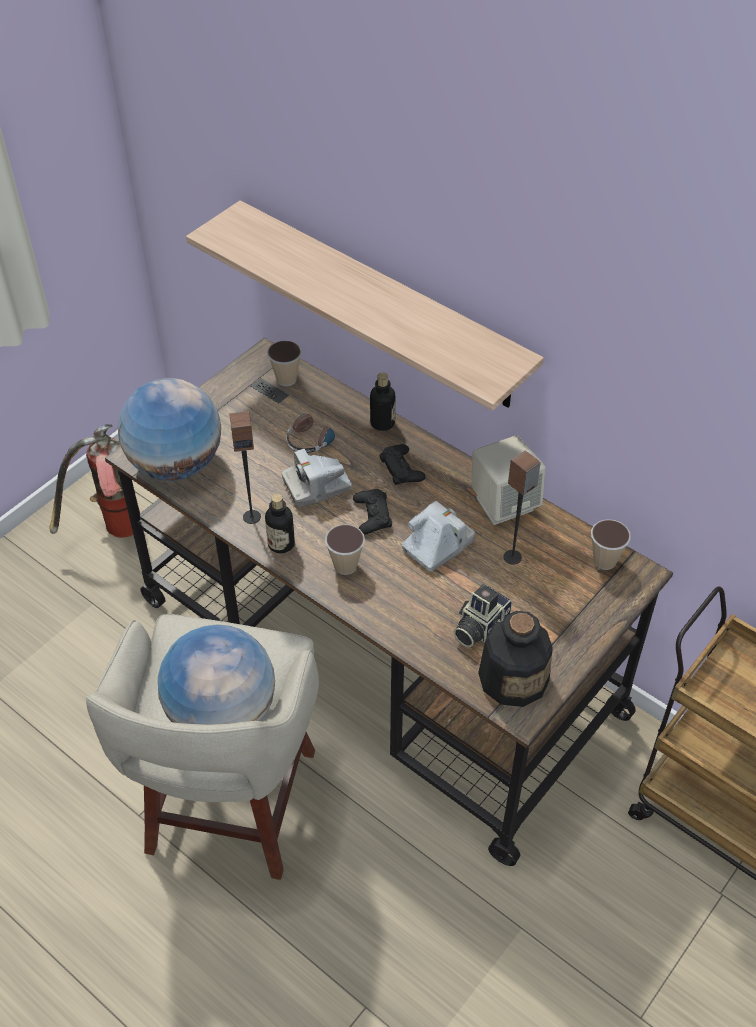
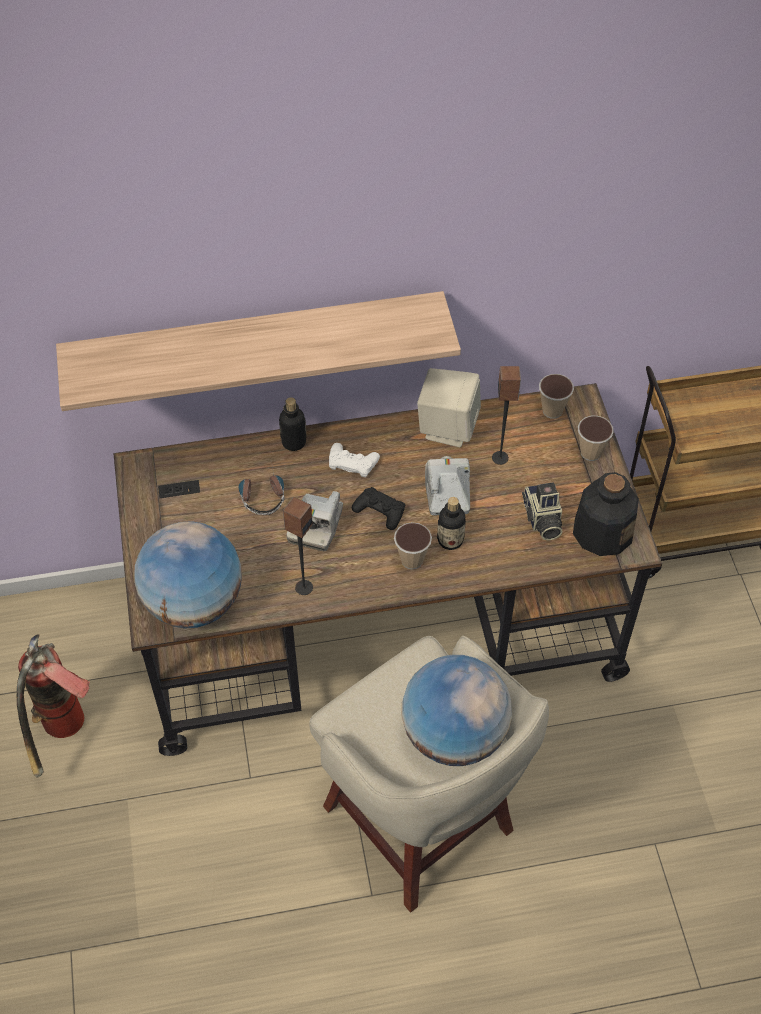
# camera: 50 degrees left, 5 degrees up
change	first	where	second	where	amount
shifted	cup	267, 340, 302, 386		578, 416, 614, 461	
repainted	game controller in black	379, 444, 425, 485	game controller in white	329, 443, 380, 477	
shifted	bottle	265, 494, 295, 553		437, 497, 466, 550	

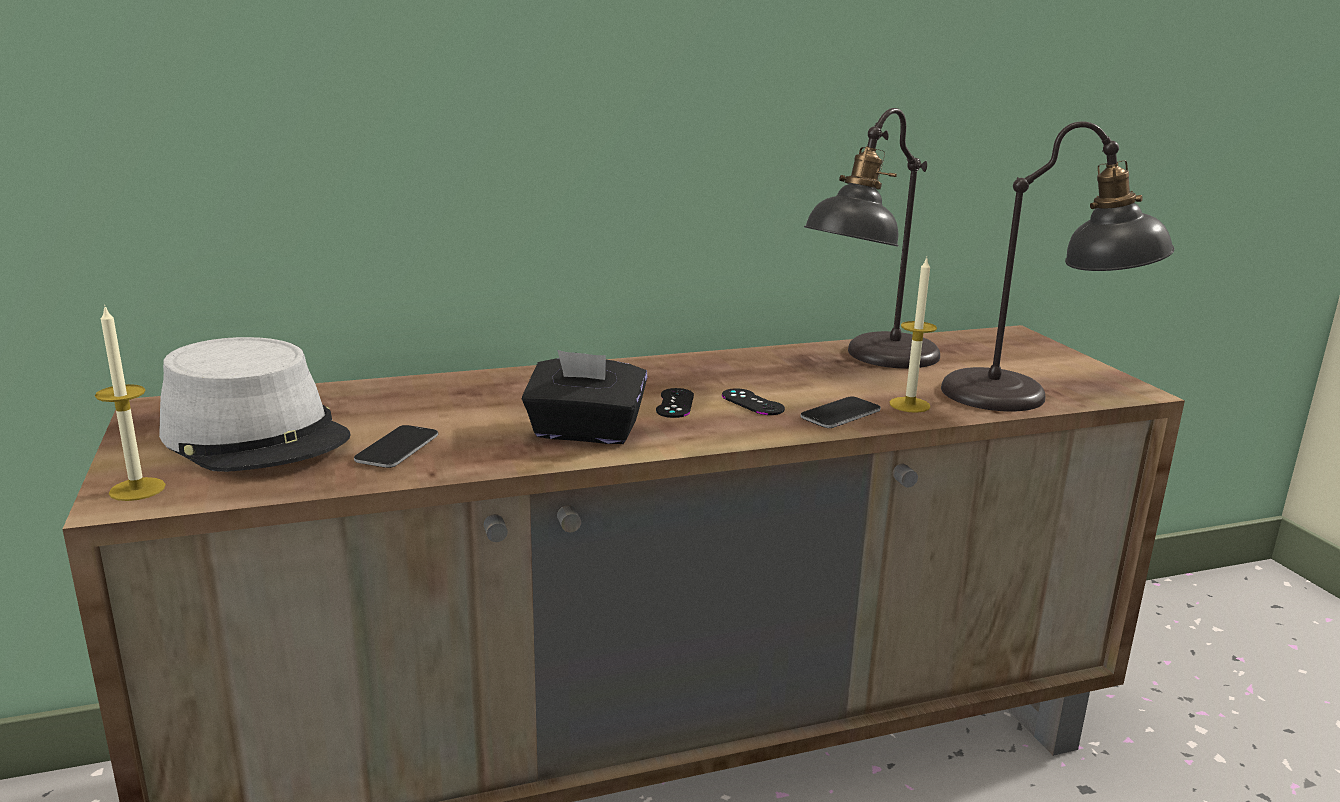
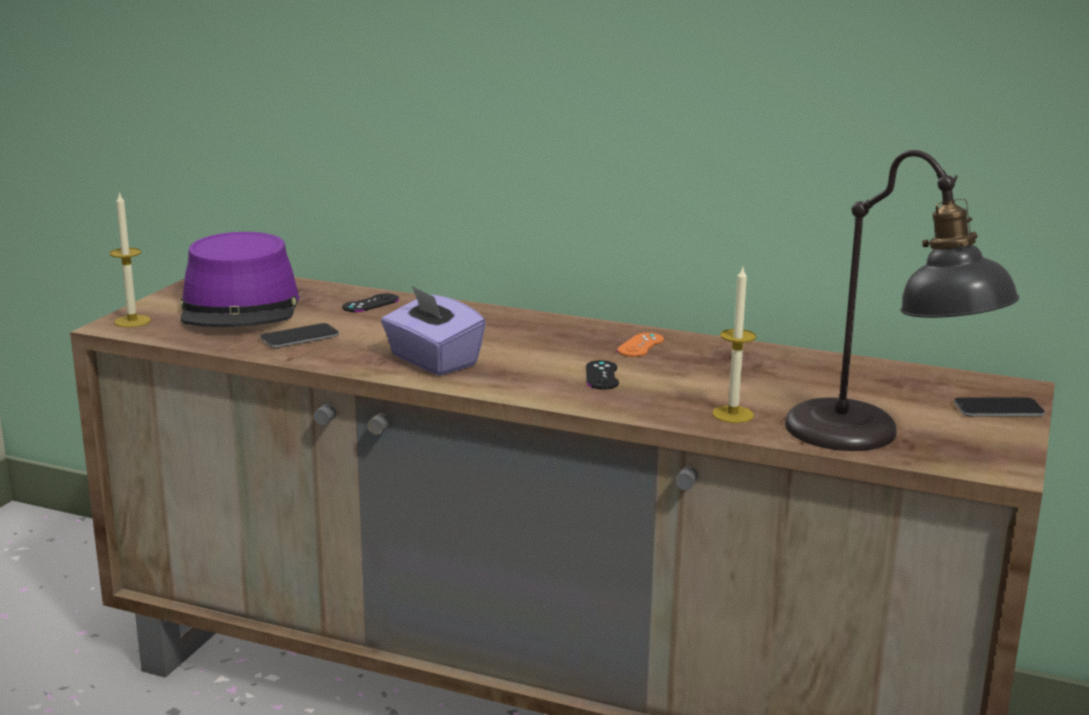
# camera: 40 degrees right, 0 degrees up
change	first	where	second	where	amount
gone	table lamp in grey	804, 108, 940, 368			
repainted	hat in grey	159, 337, 351, 472	hat in purple	180, 232, 300, 327	
repainted	tissue box in black	522, 350, 648, 444	tissue box in purple	381, 286, 486, 376	
shifted	game controller in black	656, 388, 694, 418		342, 294, 399, 312	
shifted	phone	800, 396, 881, 428		954, 397, 1045, 417	
new			game controller in orange	617, 333, 664, 357	

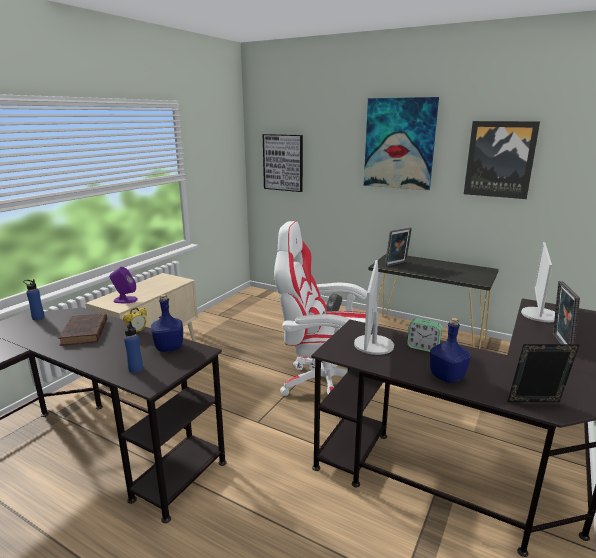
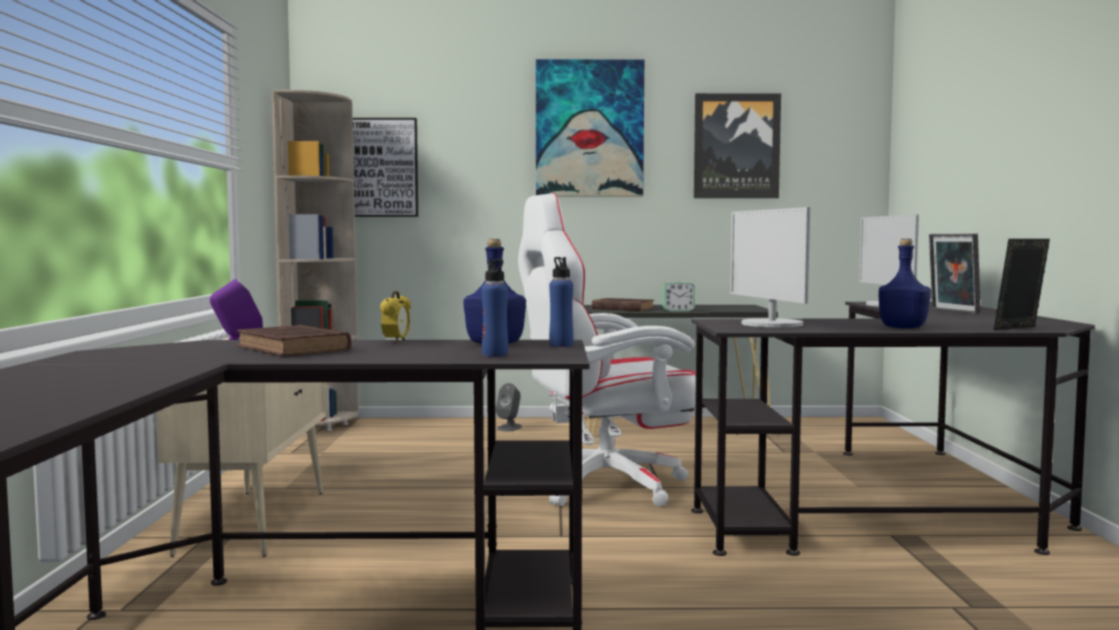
# camera: 30 degrees left, 15 degrees down
change	first	where	second	where	amount
swapped	picture frame	385, 227, 412, 267	book in brown	592, 298, 654, 311	
shifted	bottle in blue	24, 279, 45, 320		549, 257, 573, 347	
shifted	alarm clock	407, 318, 442, 352		663, 282, 695, 311	
new			bookcase in beige	272, 90, 359, 431	

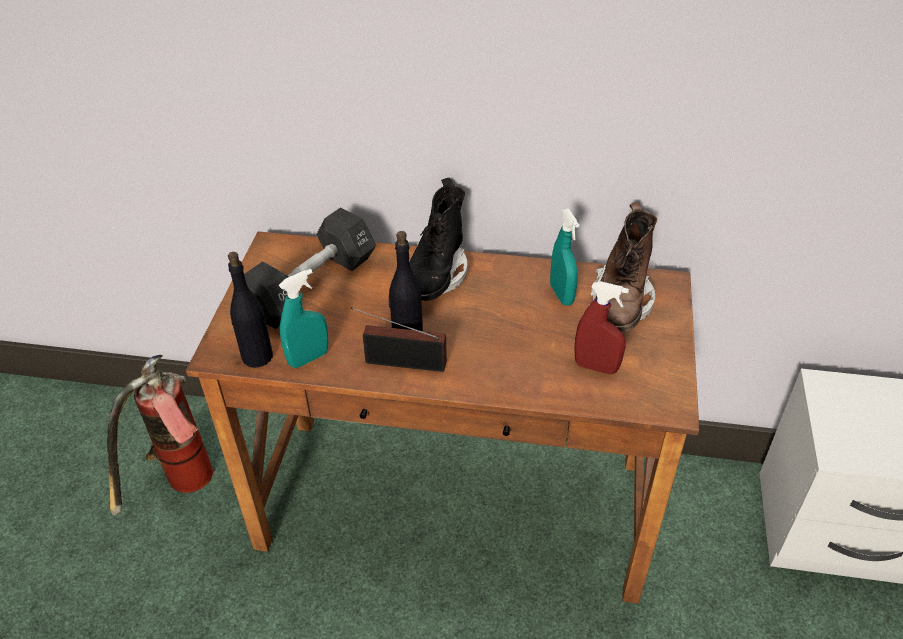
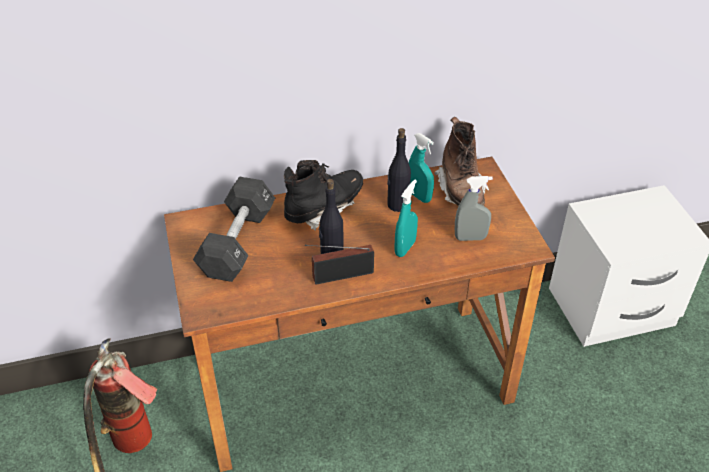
# camera: 25 degrees left, 0 degrees up
change	first	where	second	where	amount
rotated	boot in black	409, 178, 467, 301		284, 160, 363, 230	120 degrees counterclockwise
shifted	bottle in black	228, 252, 273, 368		387, 128, 411, 212	
shifted	spray bottle in turquoise	279, 269, 328, 368		394, 180, 418, 257	
repainted	spray bottle in red	574, 281, 629, 374	spray bottle in grey	455, 176, 493, 241	

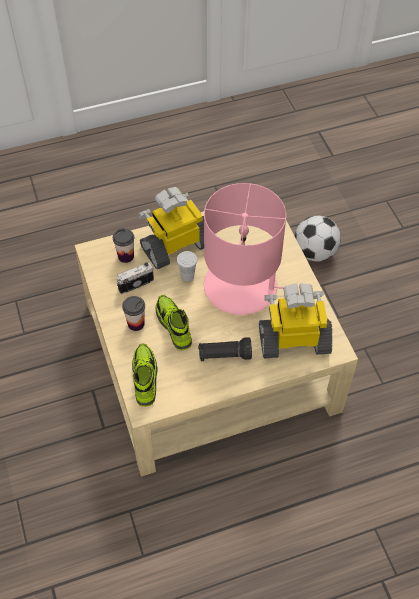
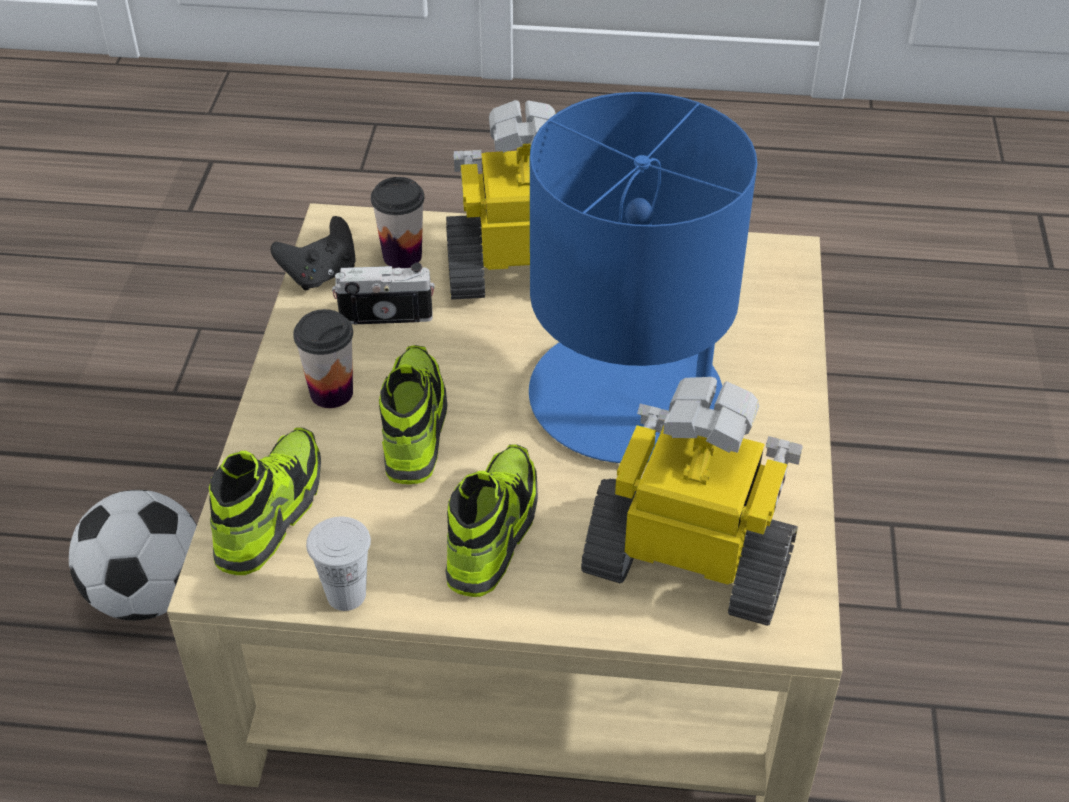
# camera: 25 degrees right, 10 degrees down
change	first	where	second	where	amount
repainted	table lamp in pink	204, 183, 286, 315	table lamp in blue	529, 92, 757, 463	
shifted	football	295, 215, 341, 261		69, 490, 197, 620	
shifted	cup in white	177, 251, 198, 282		306, 517, 371, 611	
swapped	flashlight in black	198, 337, 252, 361	shoe	445, 444, 538, 597	
new			game controller in black	271, 216, 356, 290	

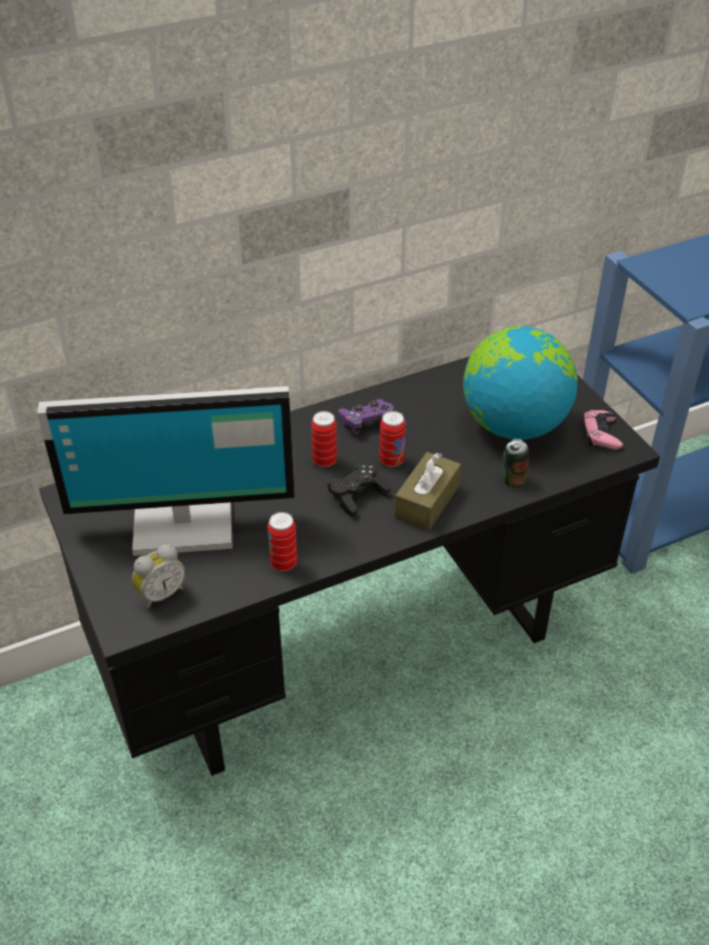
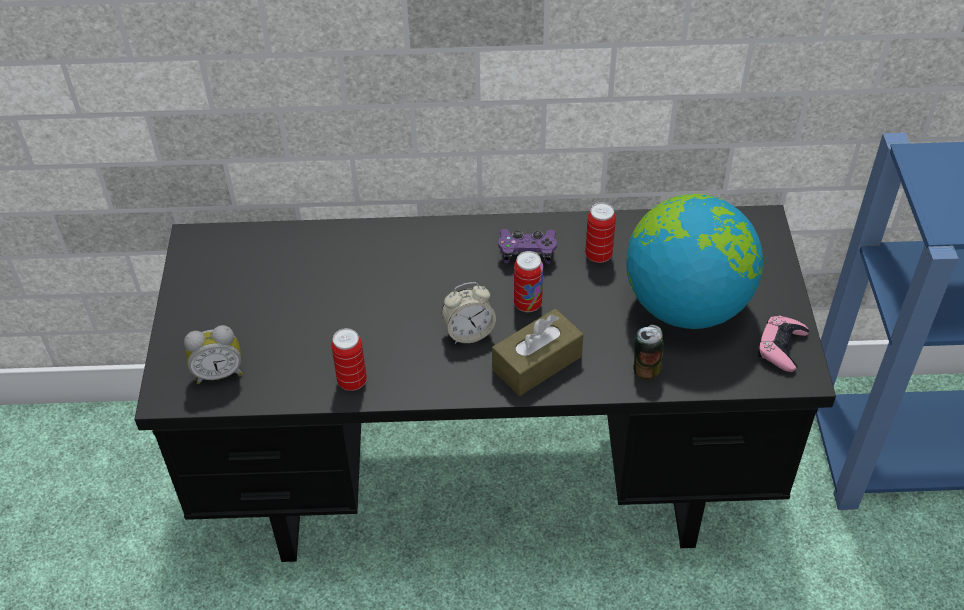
# camera: 25 degrees right, 5 degrees up
change	first	where	second	where	amount
gone	monitor	37, 386, 295, 556			
shifted	can	311, 411, 337, 467		585, 203, 616, 263	
swapped	game controller in black	327, 462, 391, 516	alarm clock	441, 282, 496, 344	

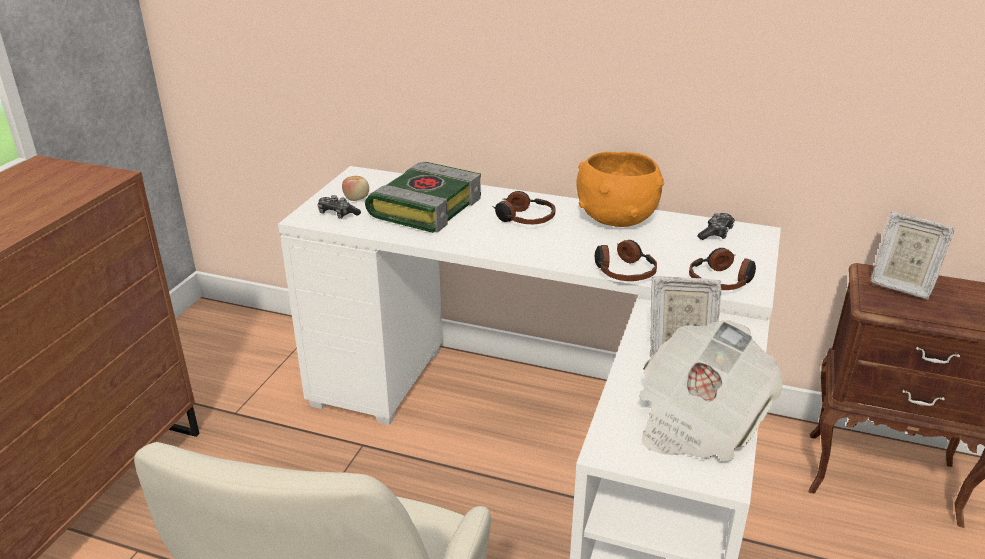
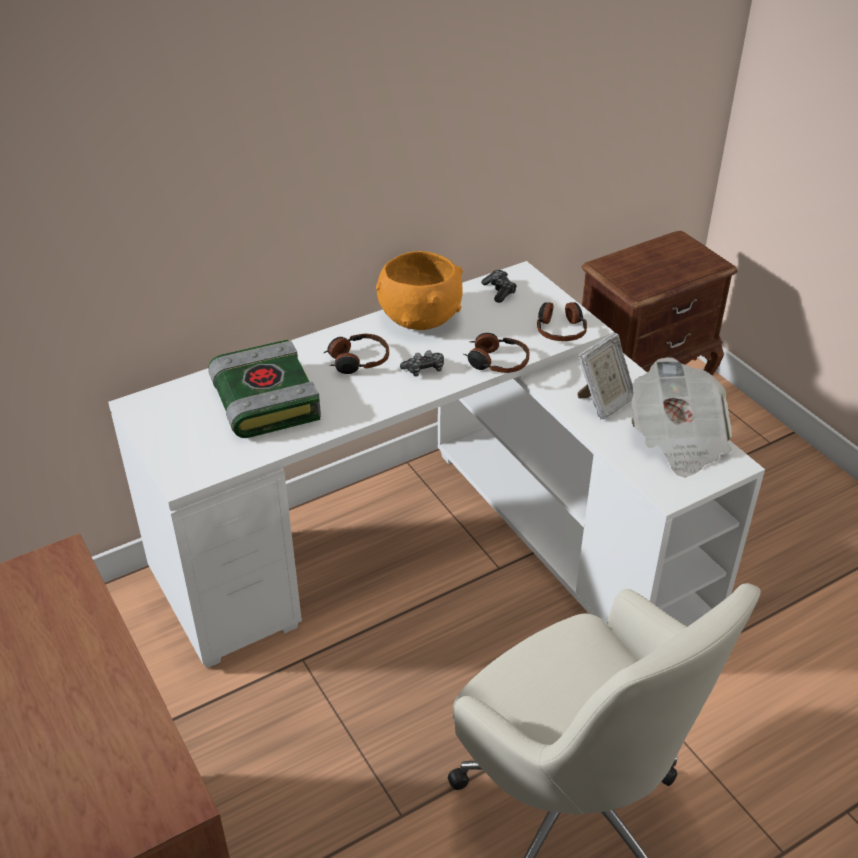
# camera: 50 degrees left, 10 degrees up
change	first	where	second	where	amount
gone	apple	342, 176, 369, 201			
shifted	game controller	318, 195, 361, 219		400, 350, 444, 377	
gone	picture frame	871, 211, 954, 300			

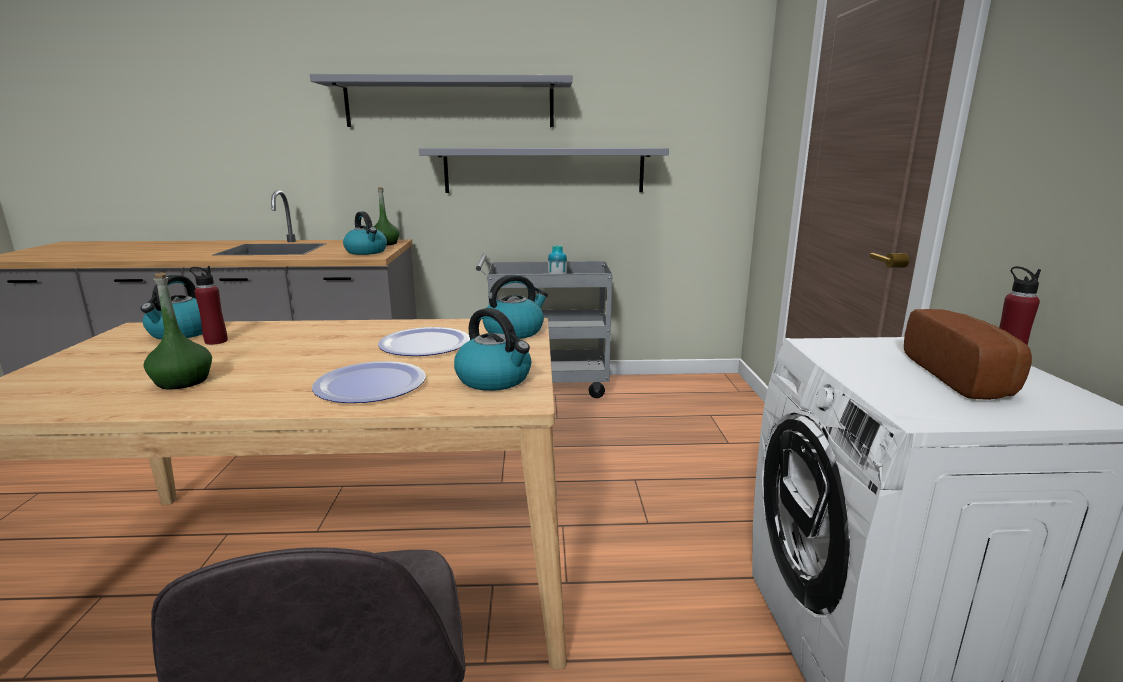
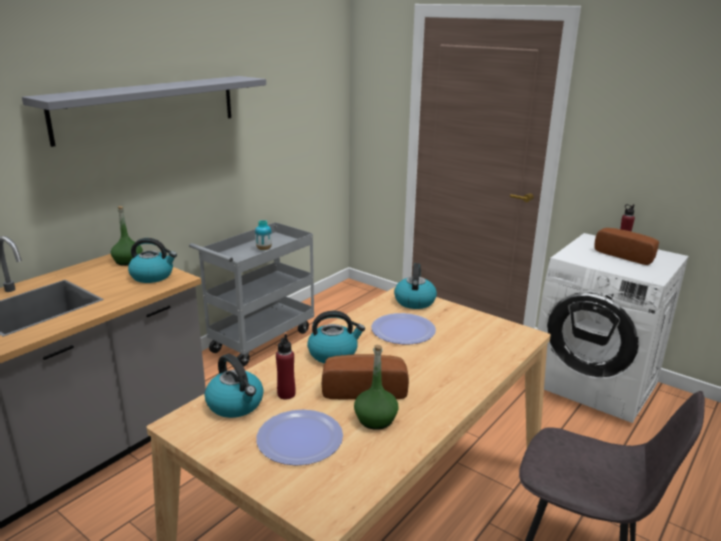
# camera: 50 degrees left, 5 degrees up
change	first	where	second	where	amount
gone	shelf in grey	419, 148, 669, 193			
shifted	kettle	454, 308, 531, 391		307, 311, 365, 363	
shifted	plate	312, 361, 426, 403		256, 409, 343, 466	
new			bread	322, 354, 409, 399	

